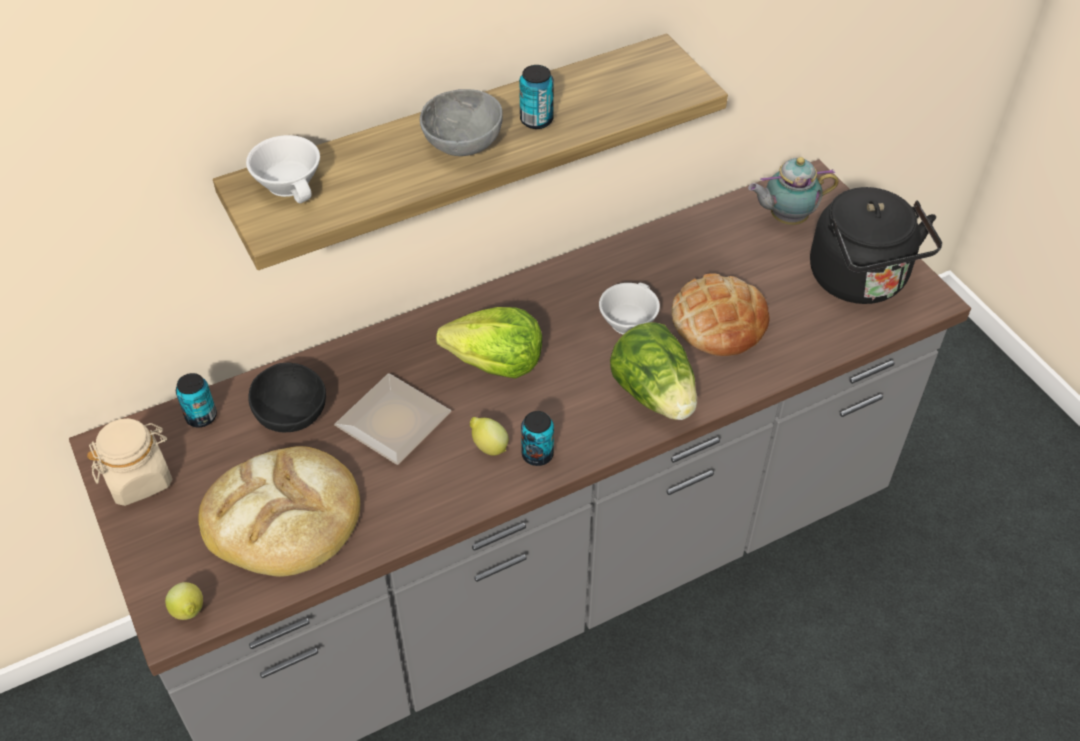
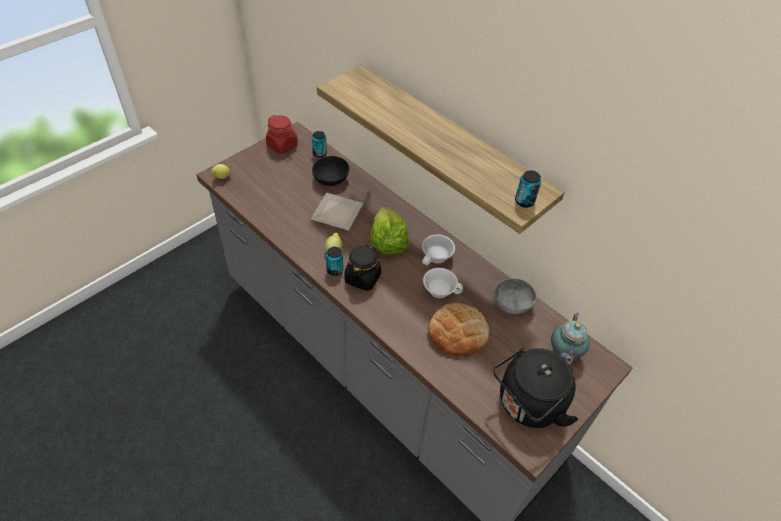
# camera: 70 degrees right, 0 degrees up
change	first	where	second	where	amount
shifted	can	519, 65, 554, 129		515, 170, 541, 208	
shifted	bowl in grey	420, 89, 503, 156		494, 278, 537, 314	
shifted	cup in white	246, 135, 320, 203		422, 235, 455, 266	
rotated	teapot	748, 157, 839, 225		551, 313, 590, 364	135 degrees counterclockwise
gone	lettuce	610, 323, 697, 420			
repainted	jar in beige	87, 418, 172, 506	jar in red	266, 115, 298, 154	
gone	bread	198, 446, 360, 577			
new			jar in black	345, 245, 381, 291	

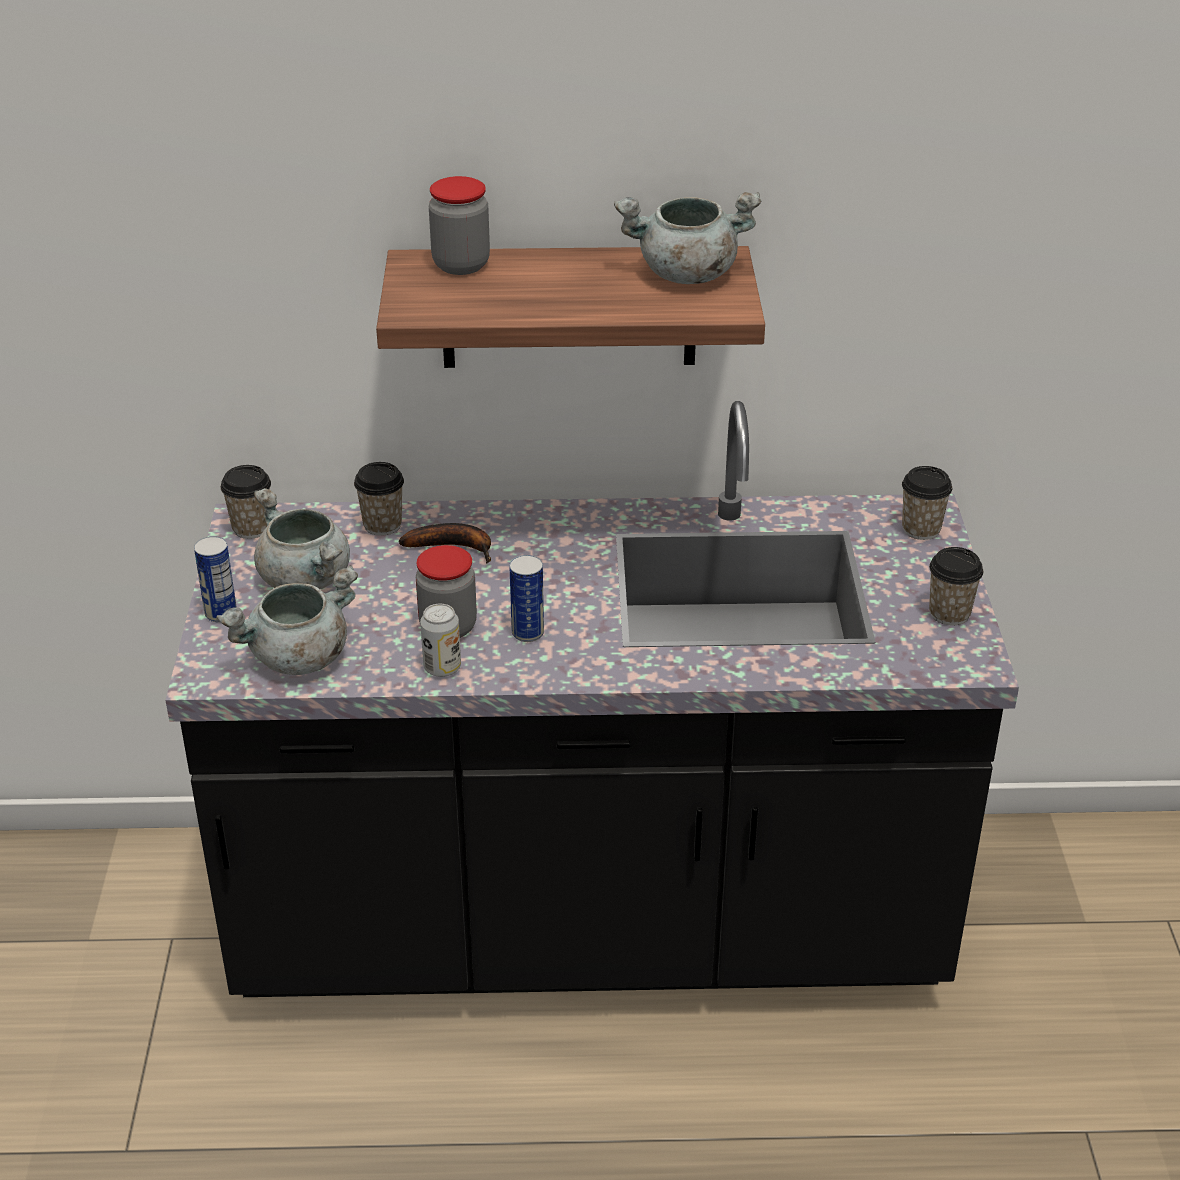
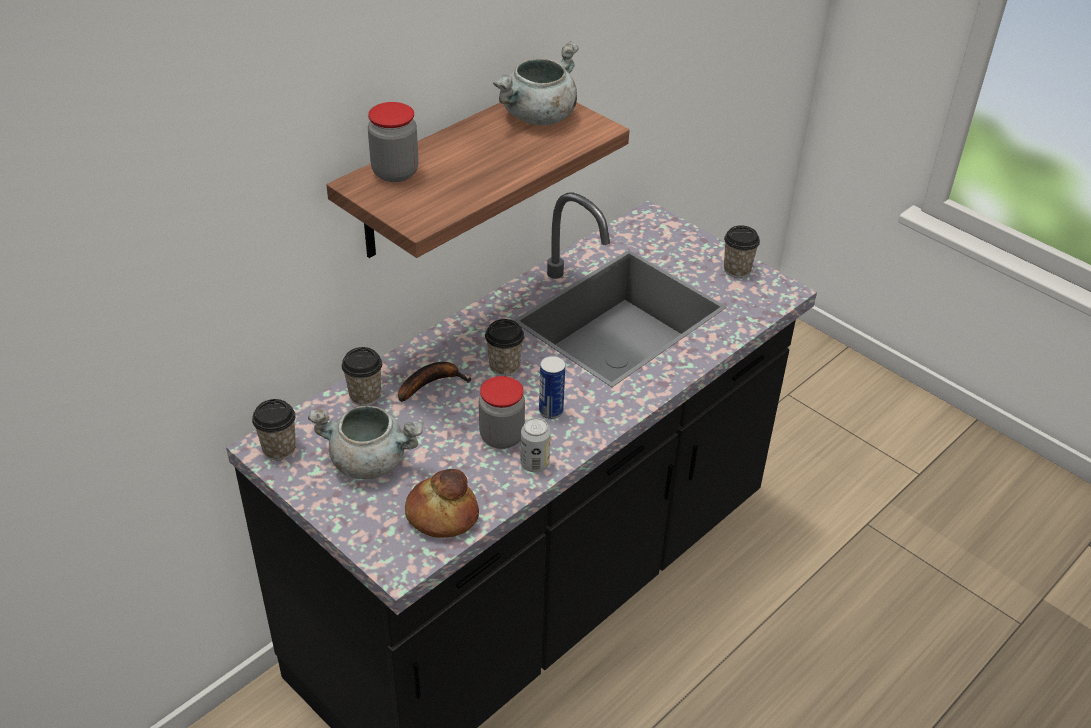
# camera: 45 degrees left, 5 degrees up
change	first	where	second	where	amount
shifted	cup	902, 466, 952, 540		485, 319, 524, 376	
gone	can	194, 536, 237, 622			
swapped	cooking pot in grey	216, 565, 358, 675	bread	405, 469, 479, 538	

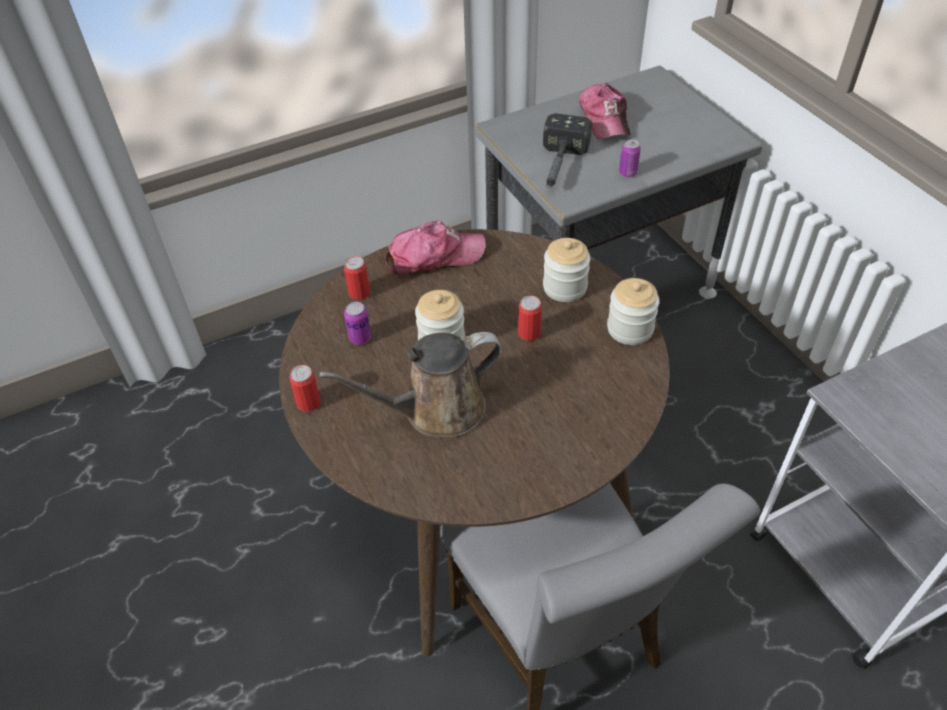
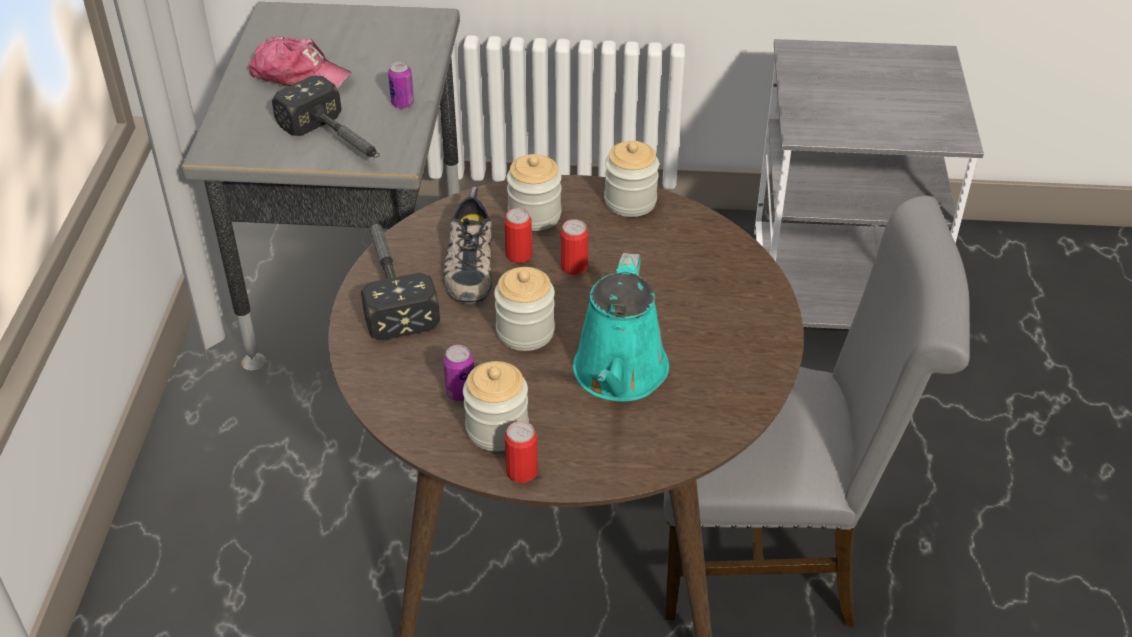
# camera: 60 degrees left, 5 degrees down
change	first	where	second	where	amount
swapped	cap	385, 220, 486, 275	hammer	361, 220, 440, 340	
shifted	can	344, 256, 370, 300		504, 208, 532, 263	
repainted	watering can in brown	318, 332, 502, 437	watering can in turquoise	573, 253, 669, 402	
new			shoe	443, 187, 492, 304	
new			jar	463, 361, 529, 451	

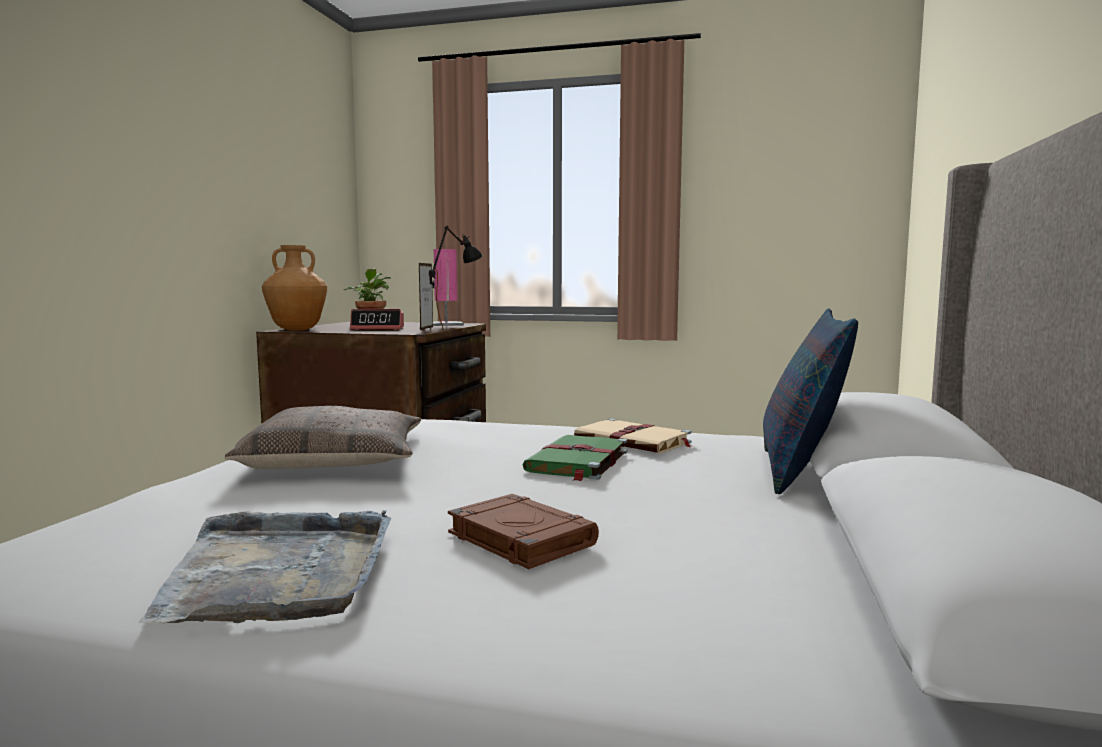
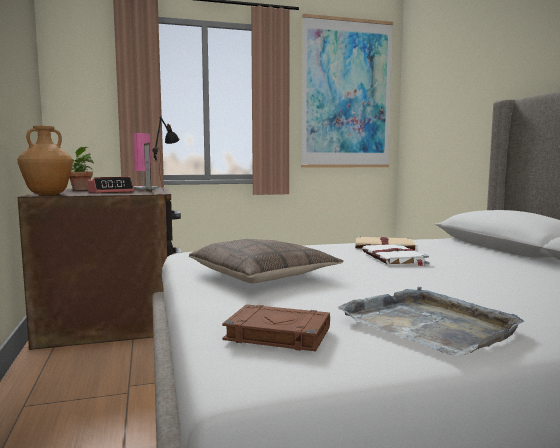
# camera: 30 degrees left, 0 degrees up
change	first	where	second	where	amount
gone	pillow in blue	763, 308, 858, 494			
repainted	book in green	523, 435, 627, 481	book in white	362, 244, 429, 266	
shifted	book in brown	448, 494, 599, 569		222, 304, 330, 352	
new			picture	301, 14, 393, 168	

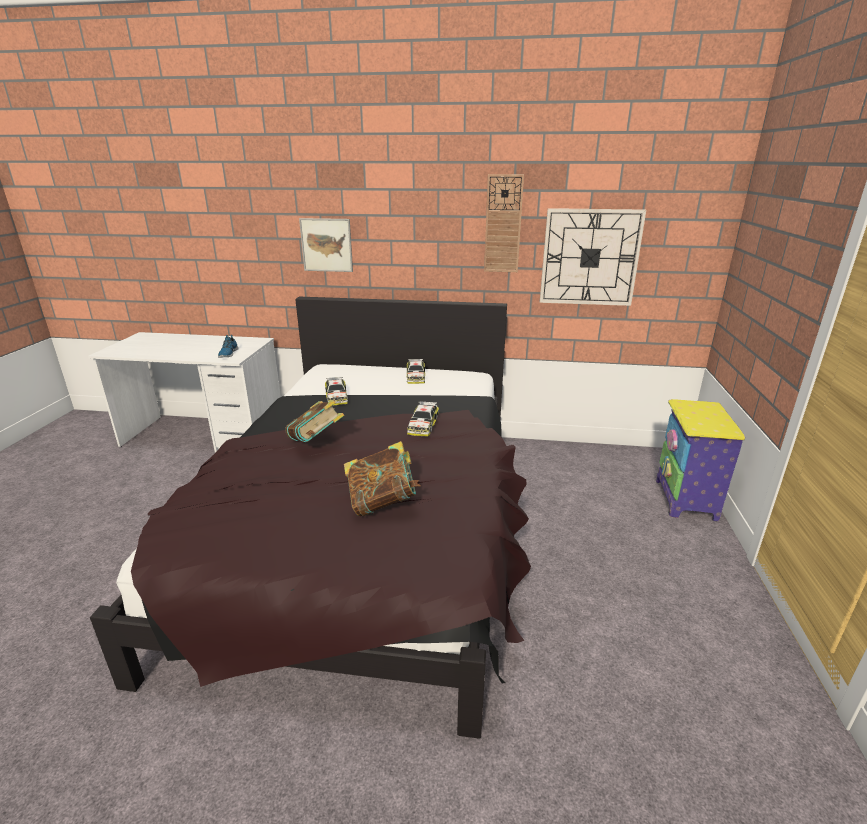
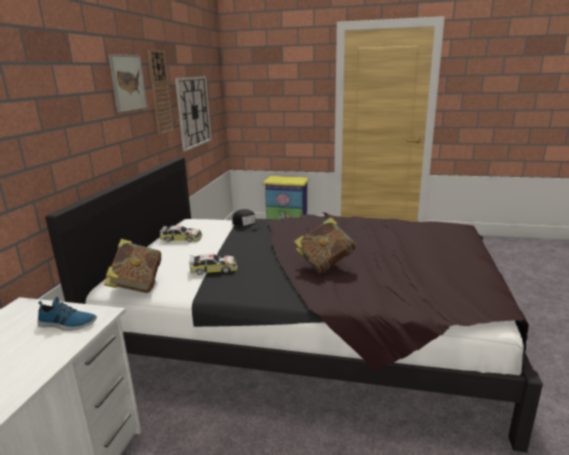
# camera: 85 degrees left, 5 degrees down
change	first	where	second	where	amount
shifted	picture	299, 218, 353, 272		108, 54, 147, 113	
gone	toy car	407, 401, 439, 437			
shifted	book	344, 441, 420, 516		104, 239, 161, 293	
new			cap in black	233, 209, 263, 232	

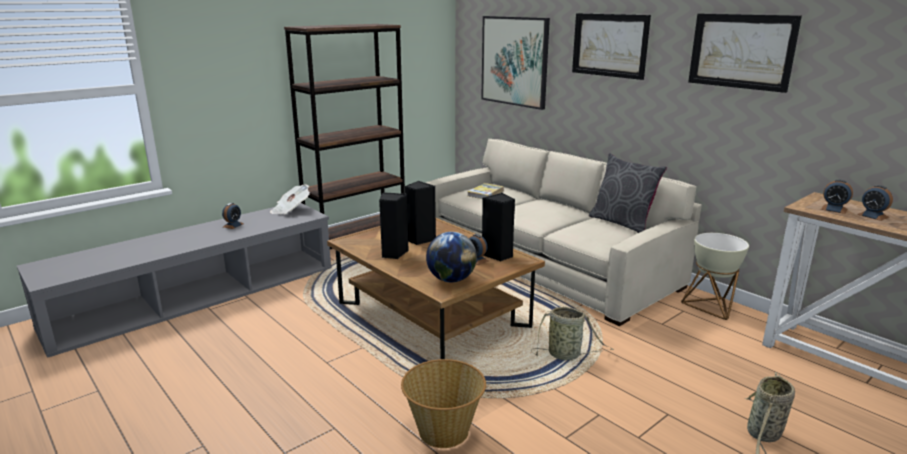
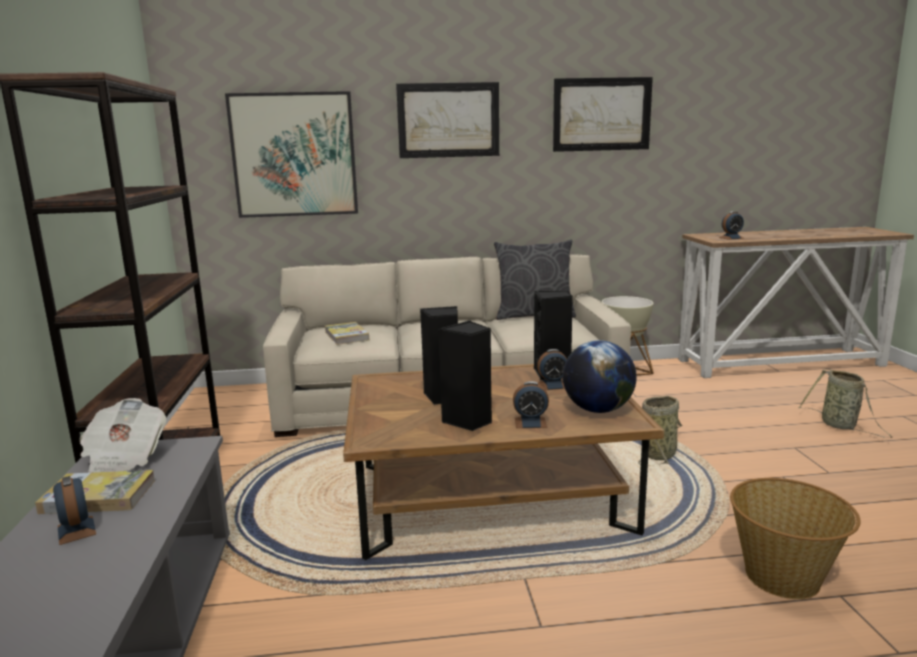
# camera: 55 degrees left, 5 degrees down
change	first	where	second	where	amount
shifted	alarm clock	857, 185, 893, 221		513, 381, 549, 428	
new			book	35, 470, 155, 514	

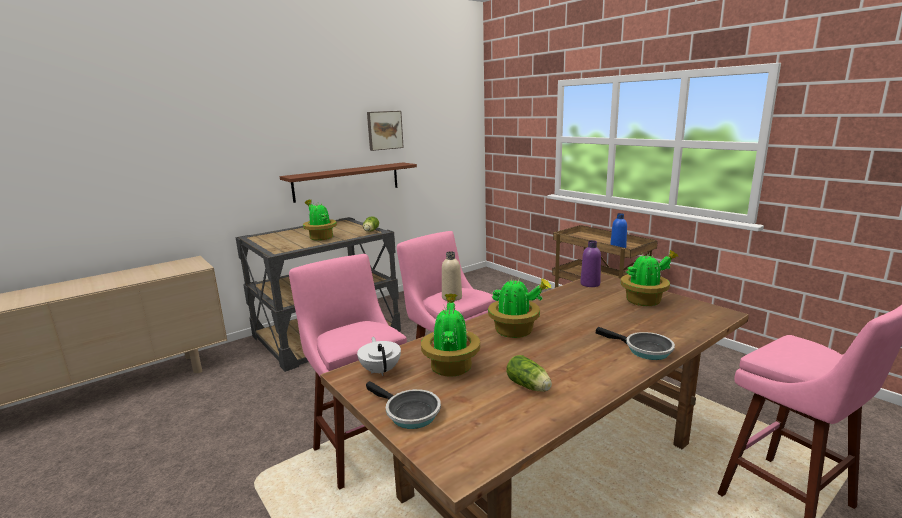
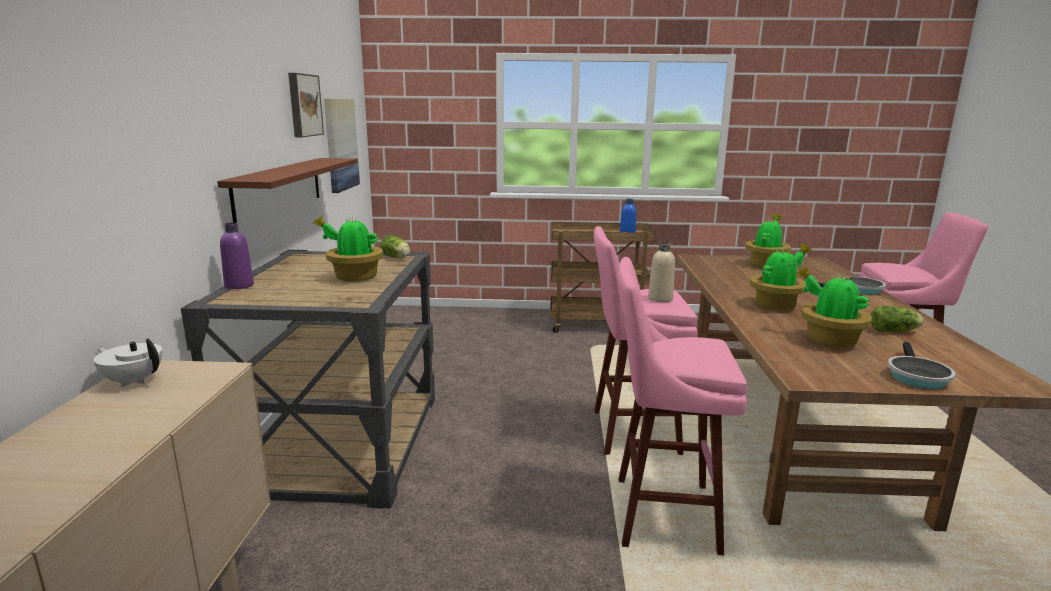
# camera: 50 degrees left, 0 degrees up
change	first	where	second	where	amount
shifted	bottle in purple	580, 240, 601, 287		220, 222, 254, 289	
shifted	teapot in white	357, 337, 401, 376		94, 338, 162, 387	
rotated	frying pan	366, 381, 441, 429		887, 342, 956, 389	120 degrees clockwise
new			picture	324, 99, 360, 193	

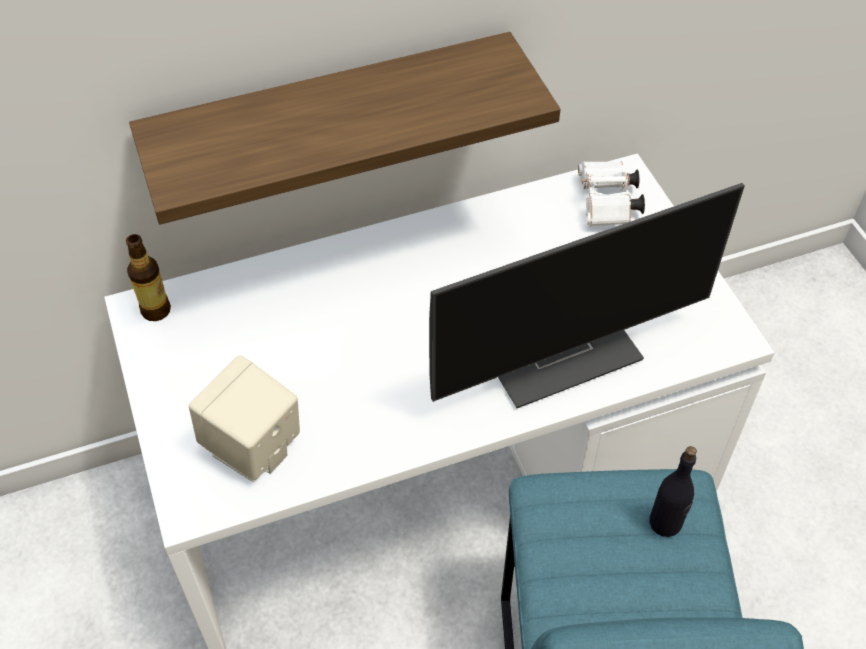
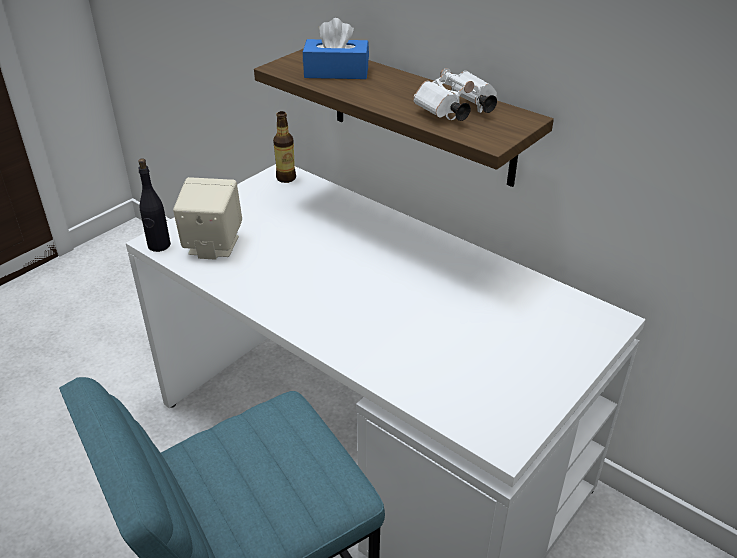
# camera: 60 degrees right, 15 degrees down
change	first	where	second	where	amount
shifted	binoculars in white	578, 161, 645, 226		413, 68, 497, 121	
gone	monitor	429, 183, 745, 408			
shifted	bottle in black	649, 446, 697, 537		138, 158, 171, 252	
new			tissue box in blue	303, 18, 369, 79	

